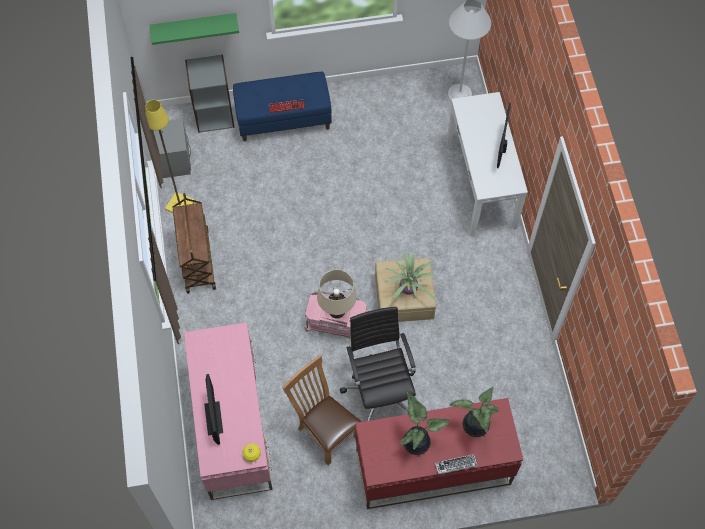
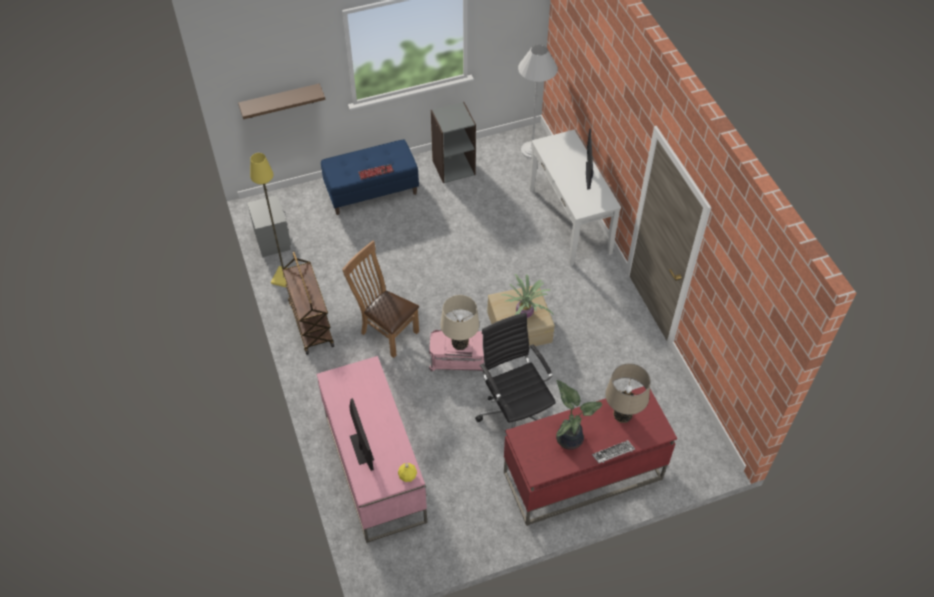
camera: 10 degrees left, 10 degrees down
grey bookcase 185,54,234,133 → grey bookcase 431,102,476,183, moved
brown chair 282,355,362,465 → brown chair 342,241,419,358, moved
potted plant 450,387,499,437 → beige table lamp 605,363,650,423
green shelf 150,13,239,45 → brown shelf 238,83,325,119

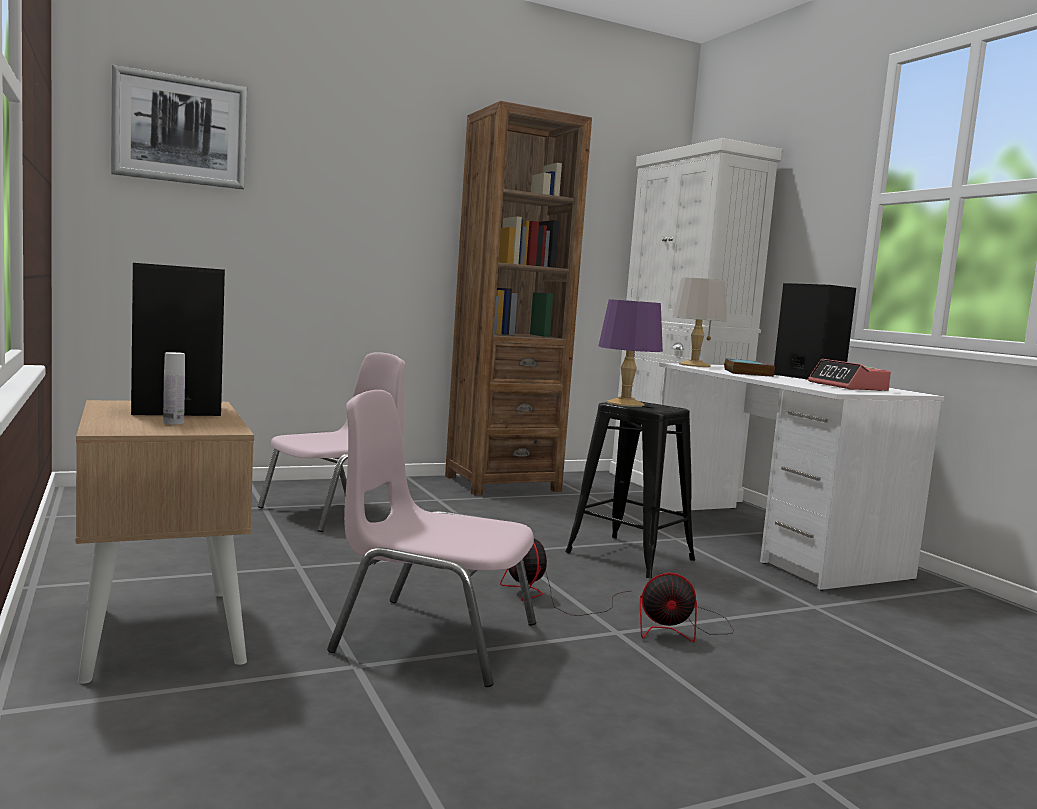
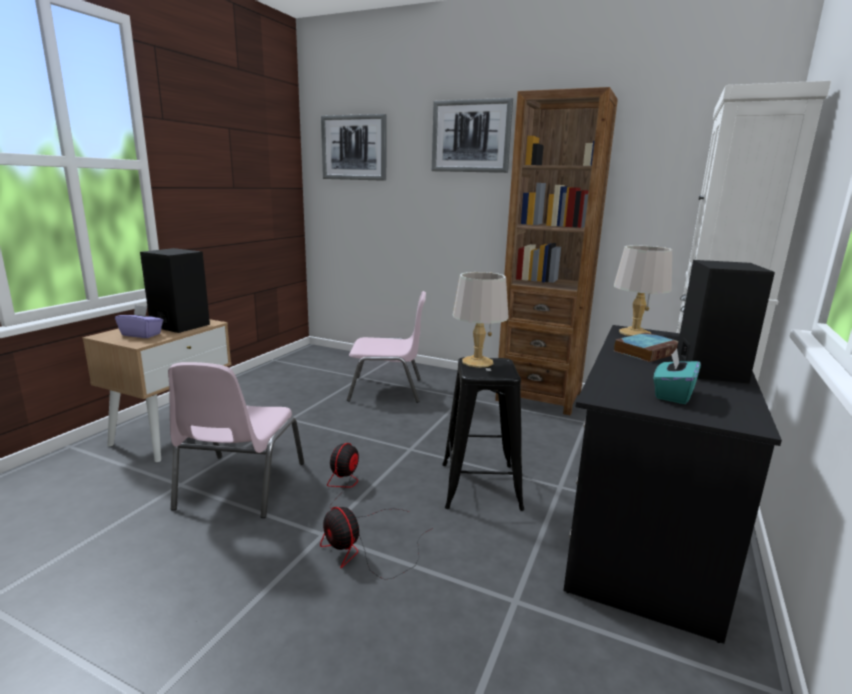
camera: 50 degrees right, 10 degrees up
- → picture 432,98,513,173
white bottle 163,352,185,424 → purple tissue box 115,305,163,338
alarm clock 808,359,891,391 → turquoise tissue box 653,348,701,404
purple table lamp 599,299,663,407 → grey table lamp 453,272,509,368
white desk 659,363,944,591 → black desk 563,325,782,644
pink chair 327,390,536,687 → pink chair 168,362,304,518, 150 degrees counterclockwise

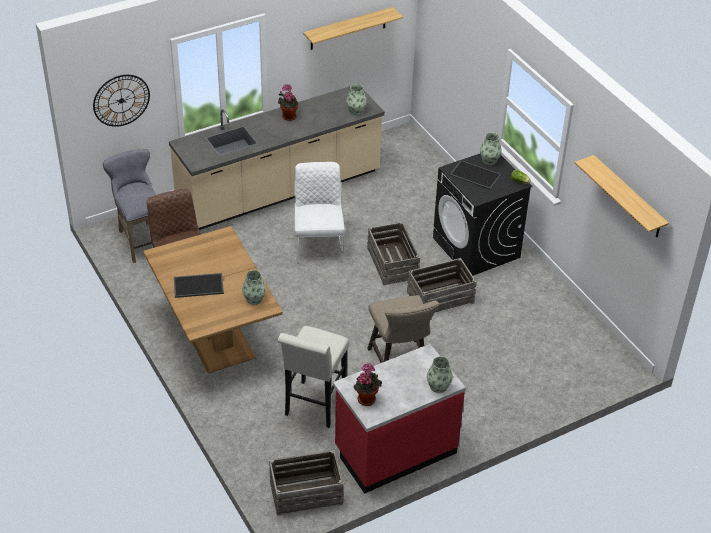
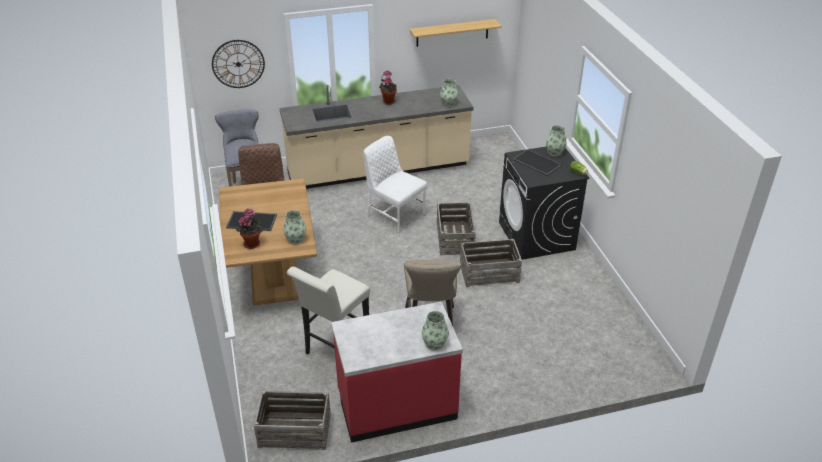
camera: 15 degrees right, 5 degrees down
shelf 575,155,669,237 → -
potted plant 353,363,382,406 → potted plant 236,208,263,249, moved
white chair 294,162,345,263 → white chair 363,136,427,234, 60 degrees counterclockwise

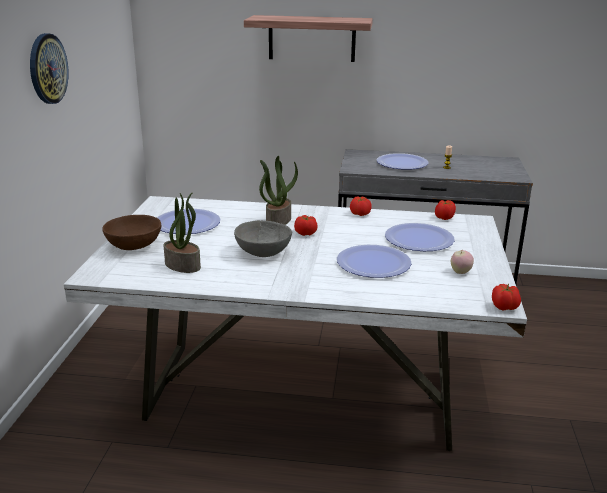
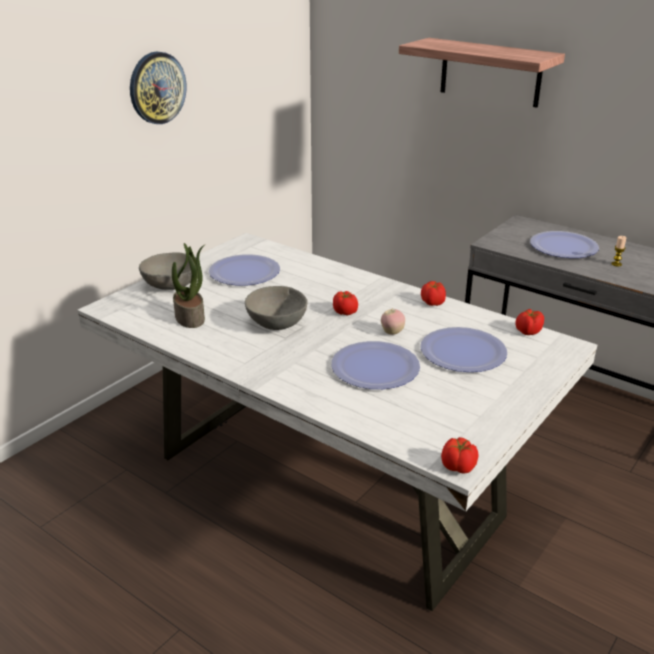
camera: 30 degrees right, 5 degrees up
potted plant 259,156,298,225 → -
apple 451,250,474,274 → apple 381,309,405,335, moved
brown bowl 102,215,161,250 → grey bowl 139,252,196,290

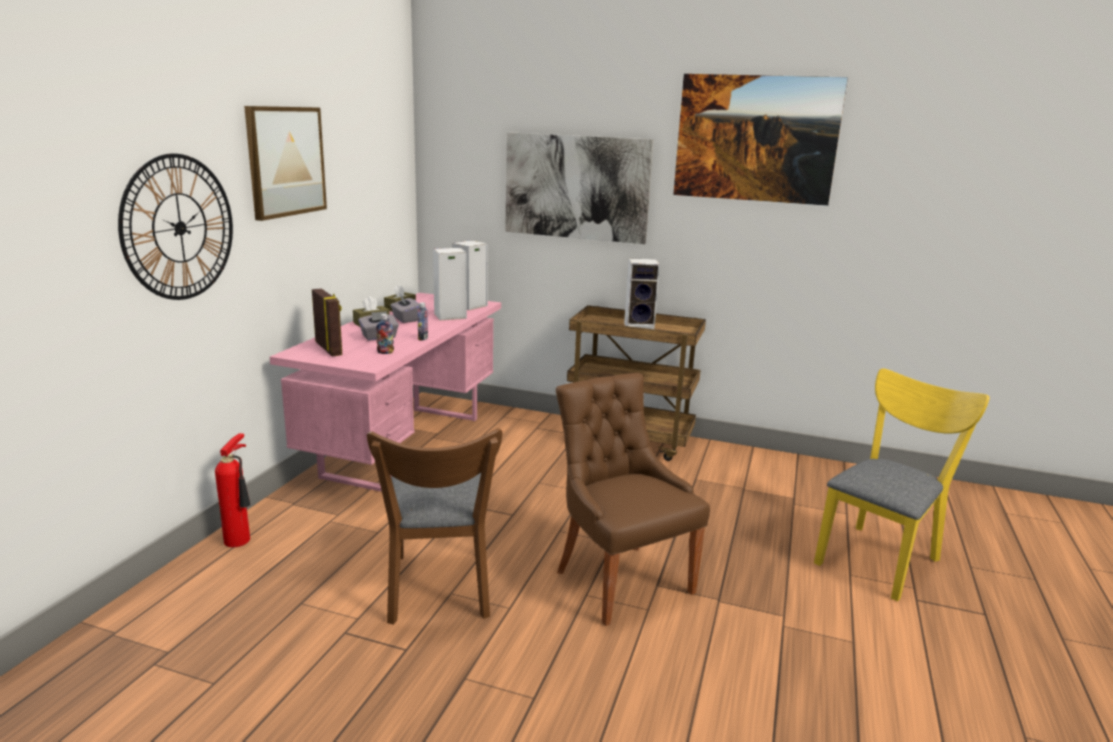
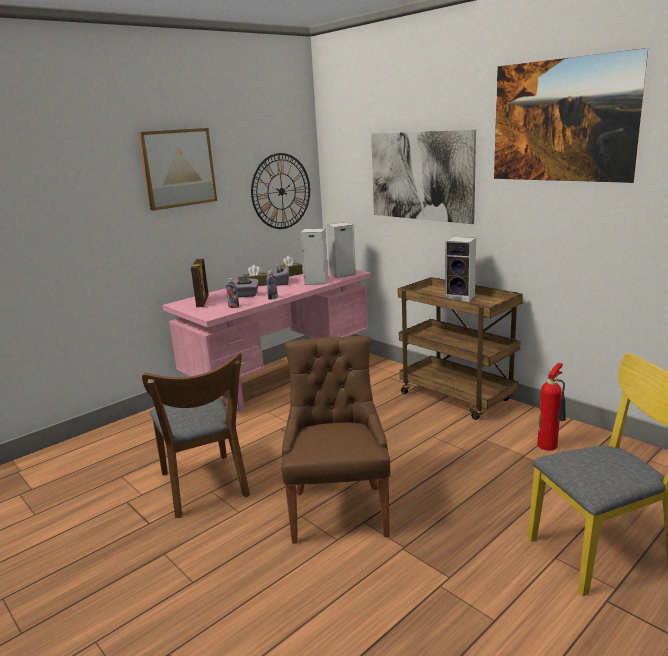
camera: 30 degrees right, 0 degrees up
wall clock 118,154,233,300 → wall clock 251,153,310,229, moved
fire extinguisher 215,433,250,547 → fire extinguisher 537,363,566,451, moved
brown chair 367,428,502,625 → brown chair 142,353,250,518, 45 degrees counterclockwise

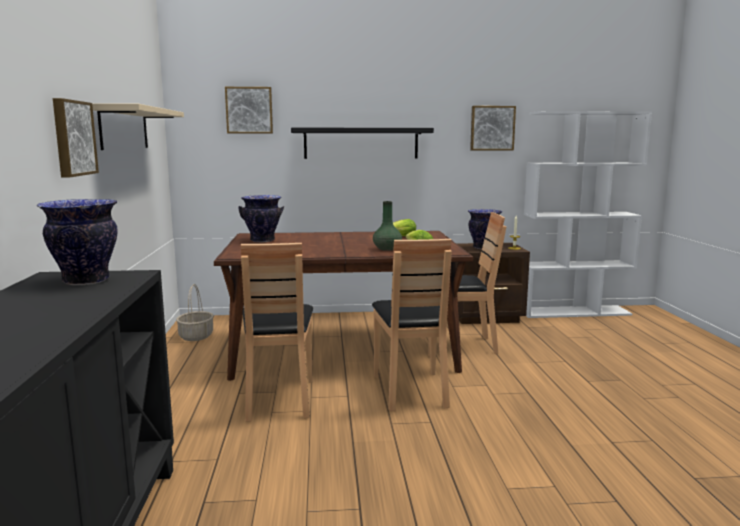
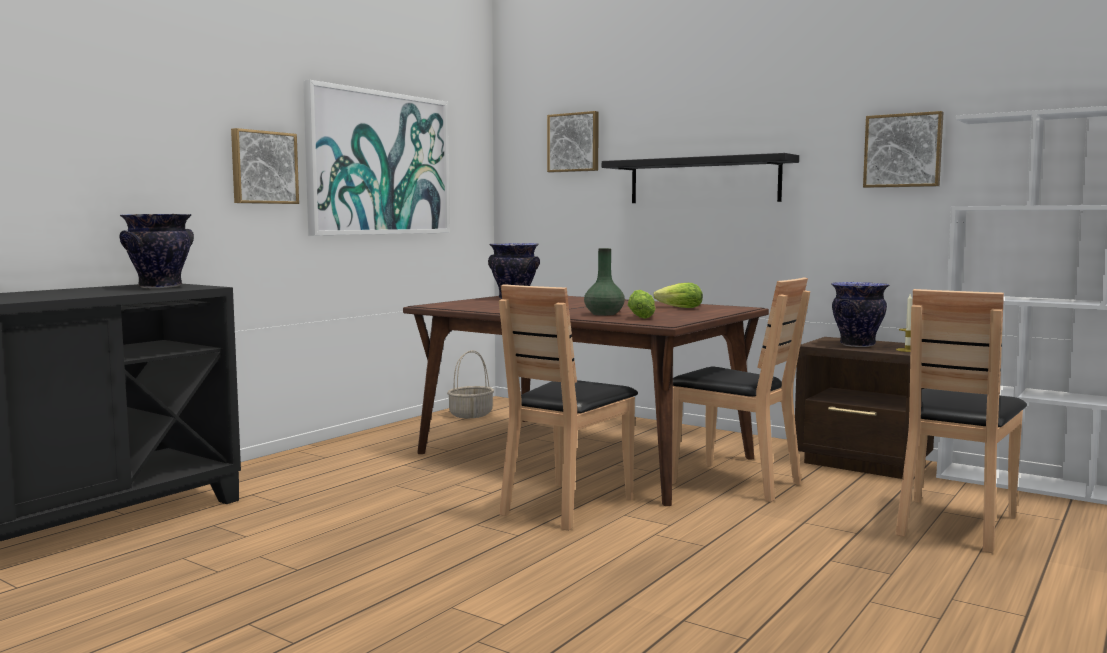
camera: 40 degrees right, 5 degrees down
brown chair 241,243,313,422 → brown chair 895,289,1027,553, moved
beige shelf 92,103,184,150 → picture 303,80,450,235

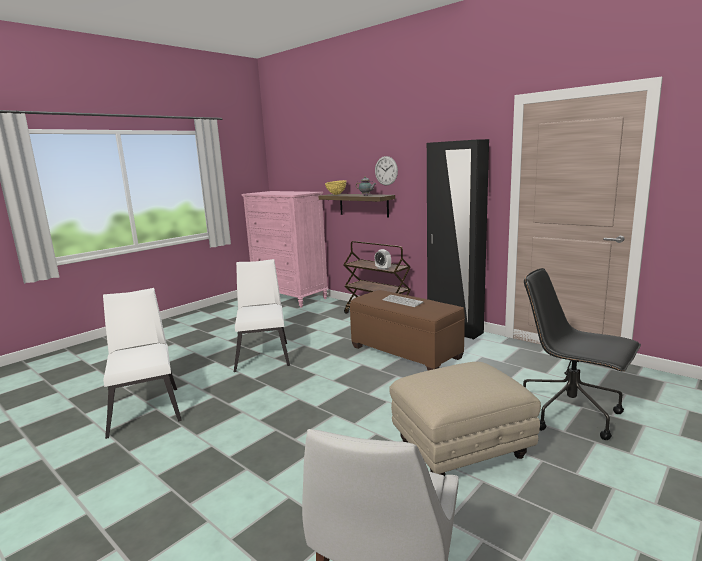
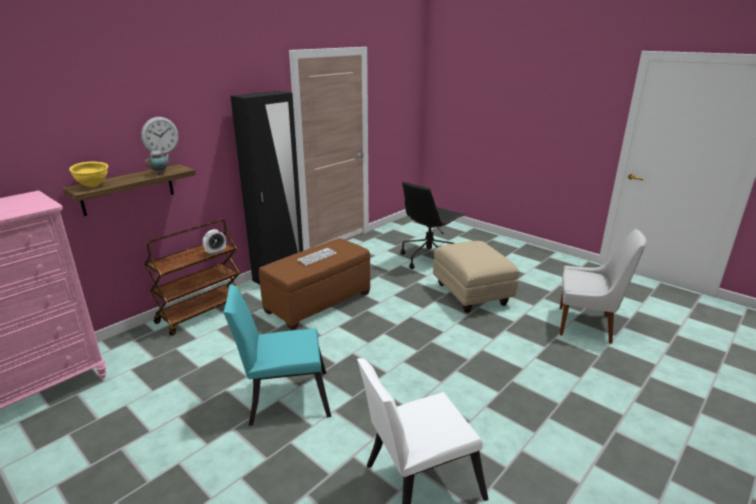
camera: 90 degrees left, 10 degrees up
white chair 234,259,290,372 → turquoise chair 223,285,331,426

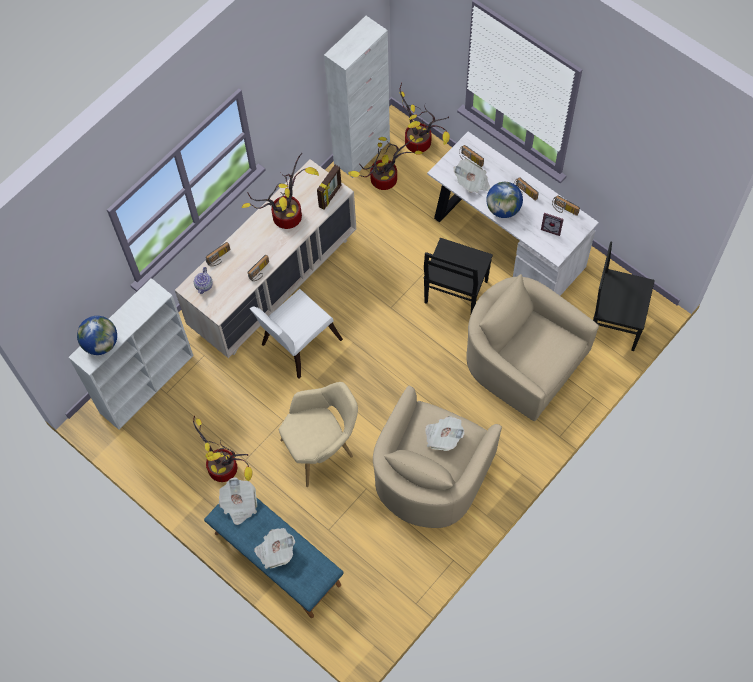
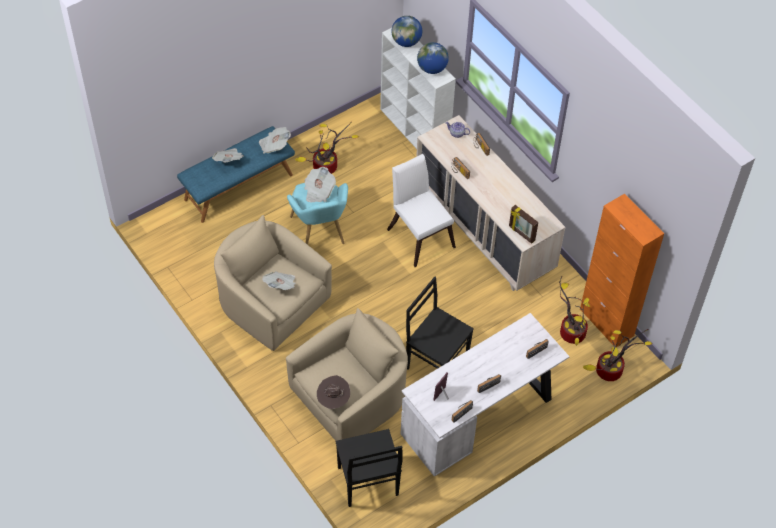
camera: 100 degrees right, 10 degrees down
potted plant 241,153,319,229 → -
- → brown hat 317,375,350,409
newspaper 454,159,490,193 → newspaper 304,167,336,202, moved
globe 486,182,523,218 → globe 417,42,449,74, moved
beige armchair 279,382,358,487 → turquoise armchair 287,183,348,245
white cabinet 324,16,390,178 → orange cabinet 580,194,664,347
black chair 593,242,655,351 → black chair 335,429,403,507, 135 degrees clockwise

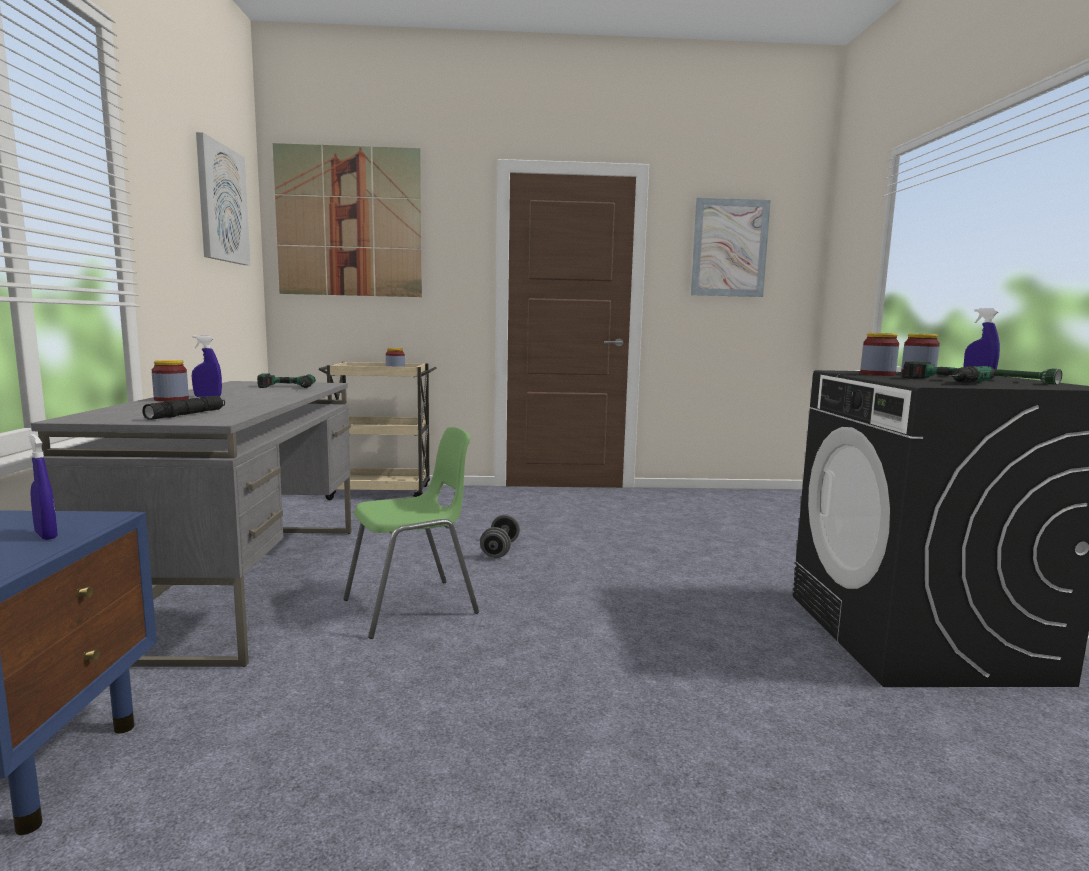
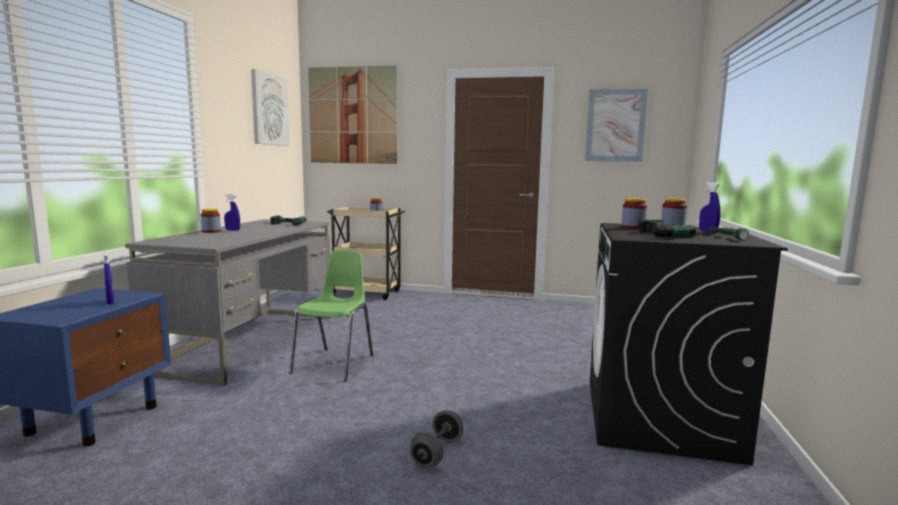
camera: 15 degrees right, 0 degrees up
black flashlight 142,395,225,420 → -
grey dumbbell 480,515,520,558 → grey dumbbell 410,410,463,467, moved
green chair 343,427,479,639 → green chair 289,250,373,381, 60 degrees counterclockwise

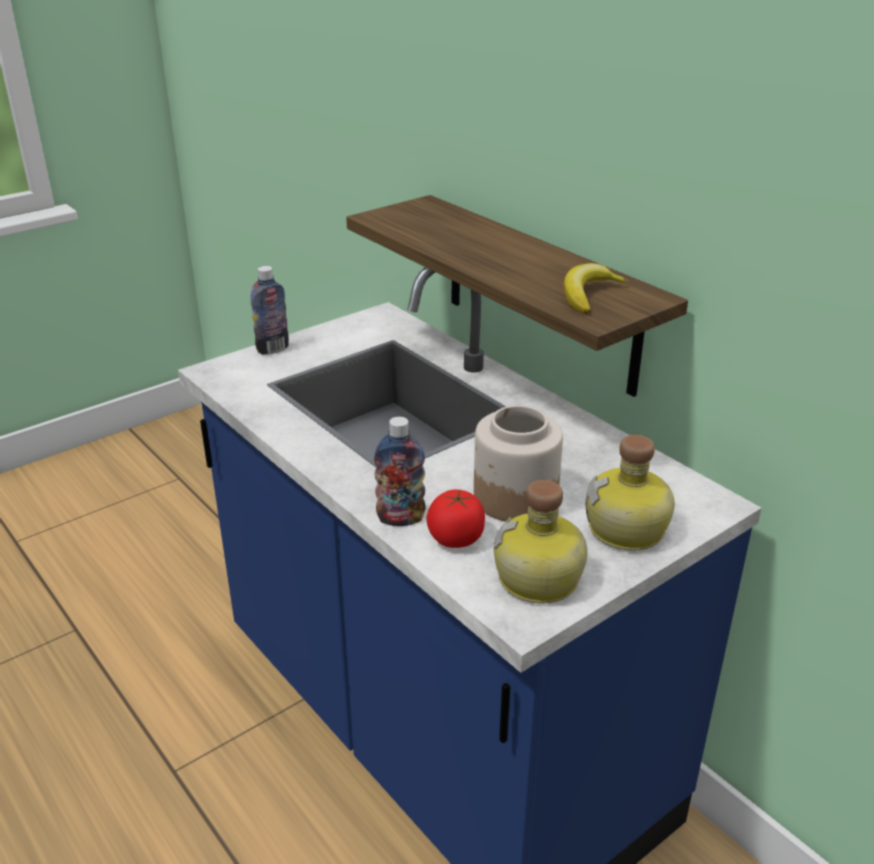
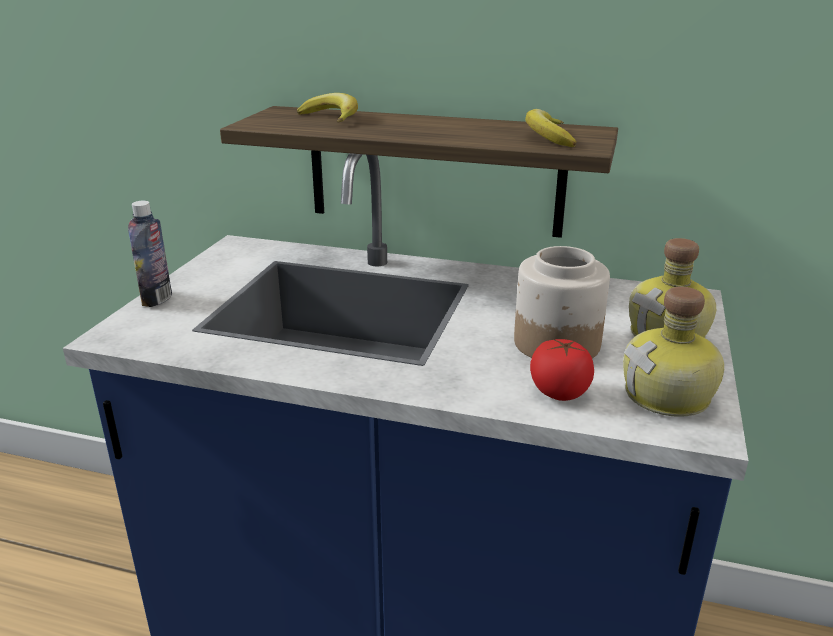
camera: 35 degrees left, 5 degrees down
bottle 374,417,426,526 → -
- → banana 297,93,358,123

